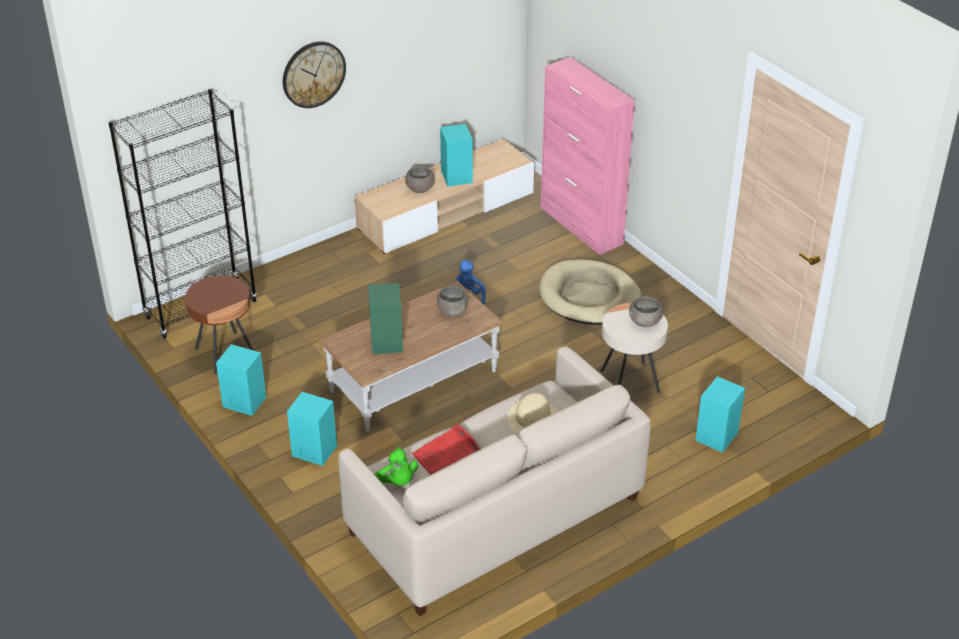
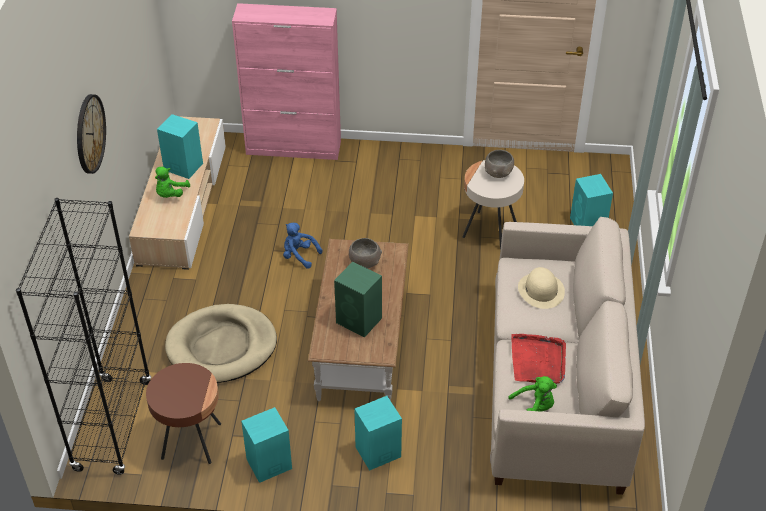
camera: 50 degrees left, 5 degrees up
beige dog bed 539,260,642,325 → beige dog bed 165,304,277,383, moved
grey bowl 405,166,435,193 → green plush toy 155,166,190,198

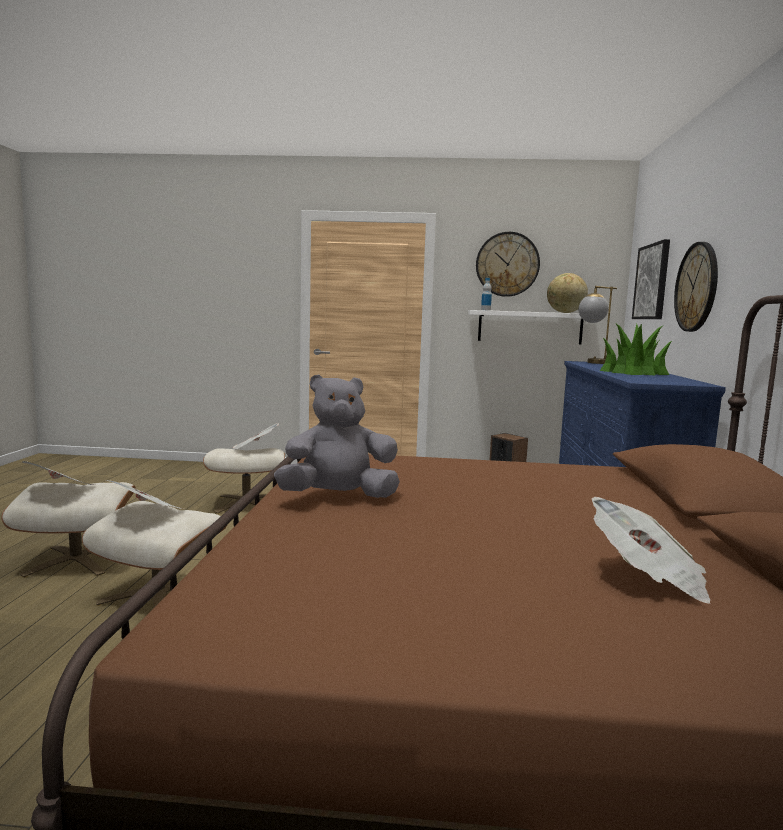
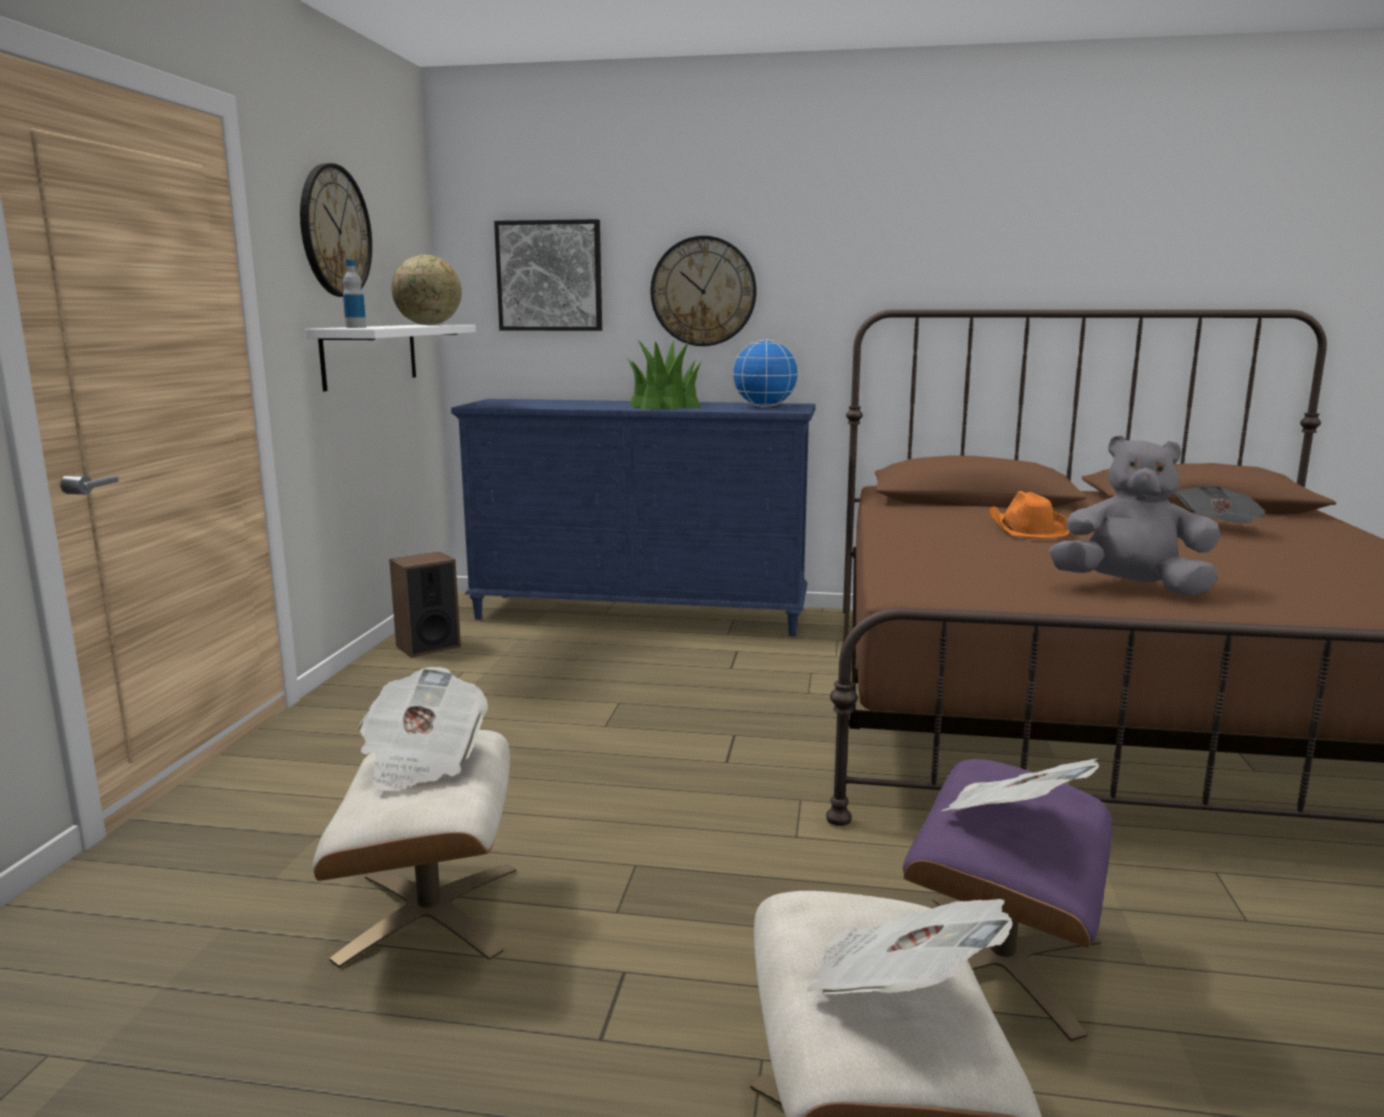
camera: 85 degrees left, 5 degrees up
table lamp 578,286,617,364 → -
- → globe 732,340,799,407
- → orange hat 989,491,1069,539
beige ottoman 82,501,227,607 → purple ottoman 903,759,1112,1042
grey plush toy 274,375,400,498 → grey plush toy 1049,435,1220,595, 120 degrees clockwise

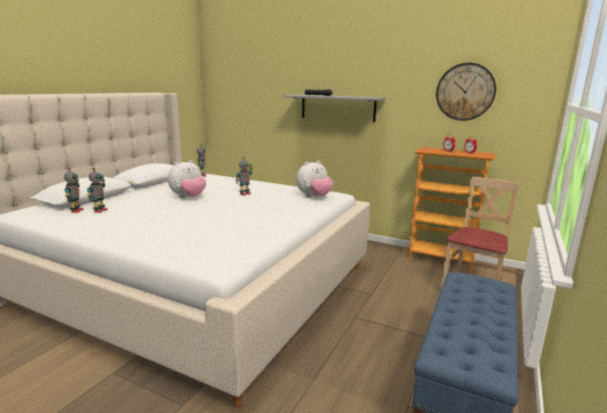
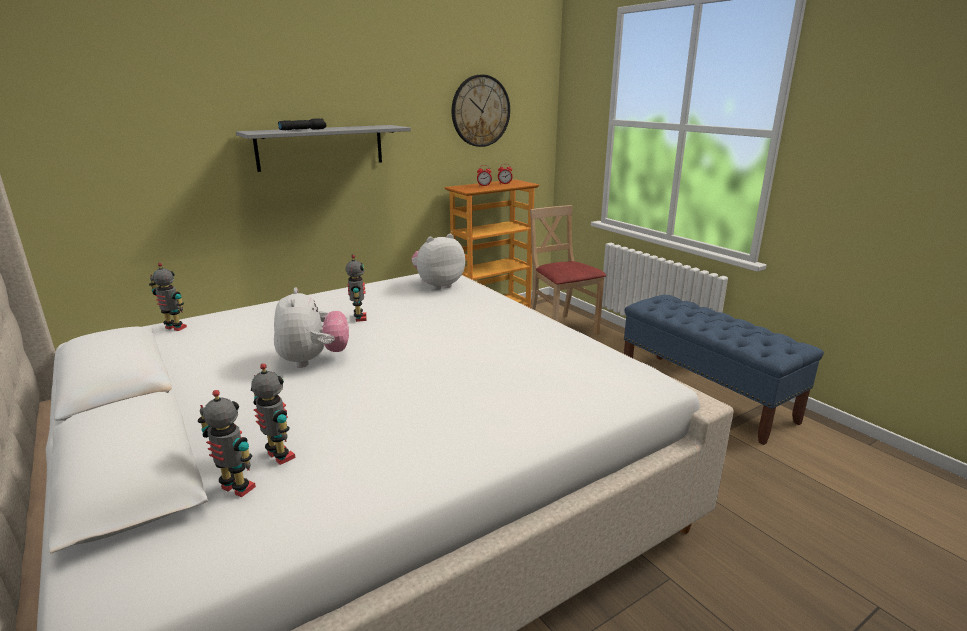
camera: 60 degrees left, 5 degrees up
plush toy 296,161,333,197 → plush toy 412,234,465,290, 120 degrees counterclockwise

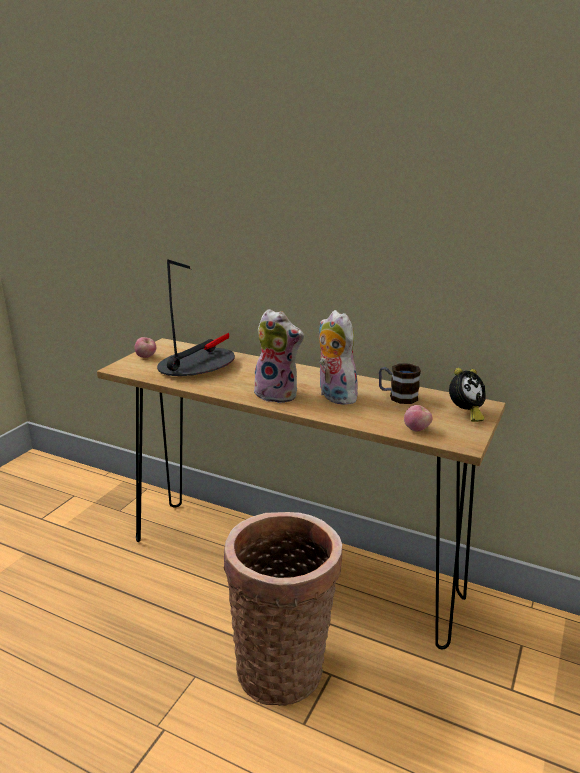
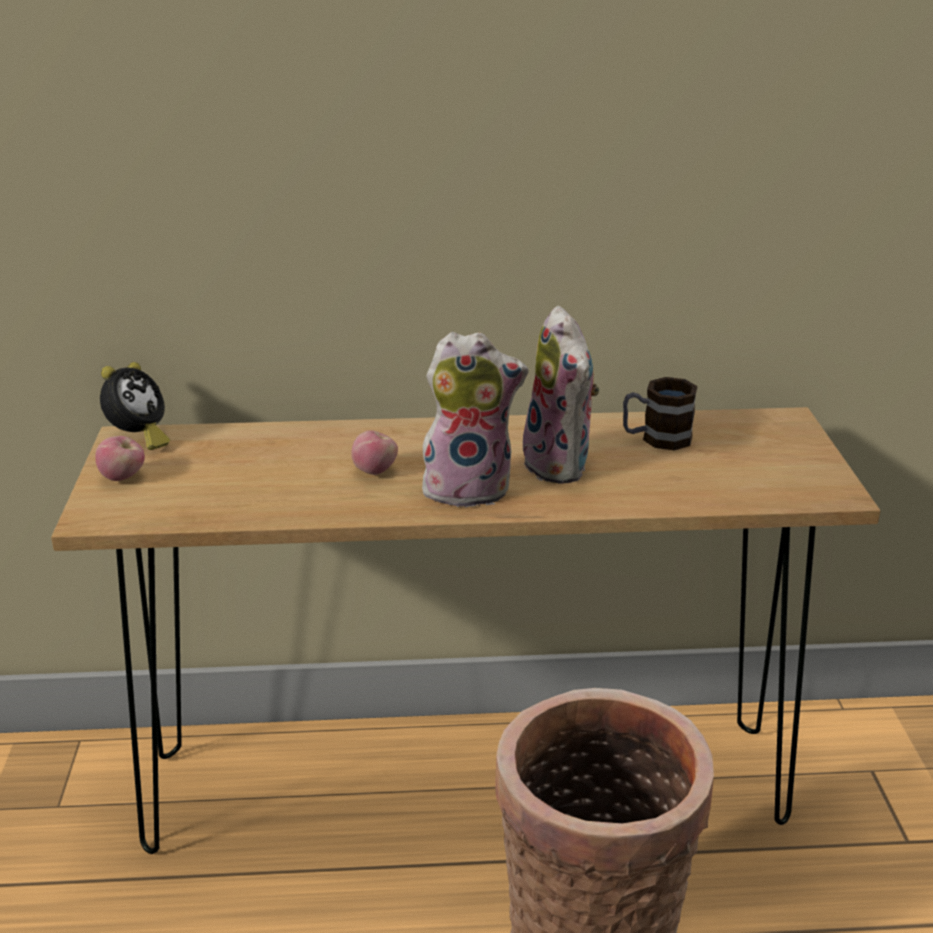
camera: 30 degrees left, 5 degrees up
table lamp 157,259,235,376 → -
apple 404,405,433,432 → apple 351,430,398,475, moved
alarm clock 449,368,486,422 → alarm clock 100,362,170,450, moved
plush toy 319,310,358,405 → plush toy 522,306,600,484, 135 degrees counterclockwise

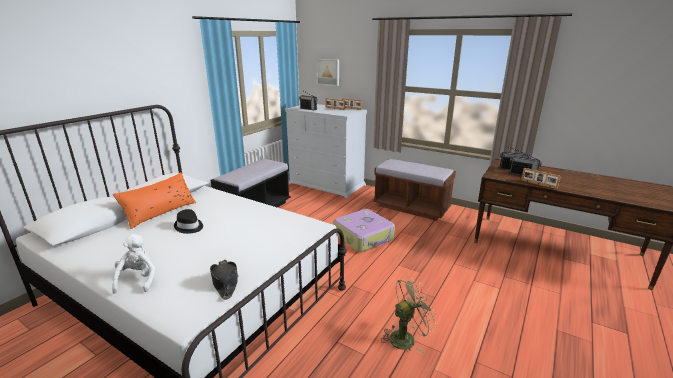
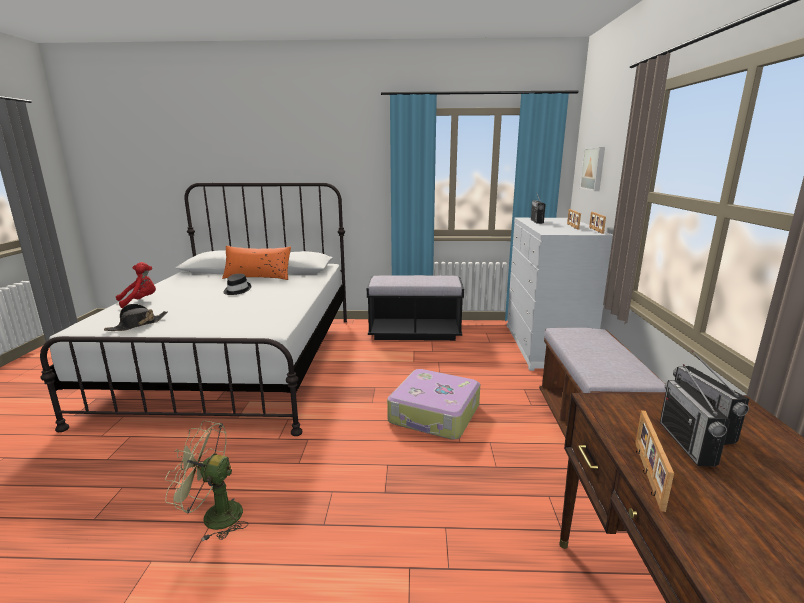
camera: 60 degrees right, 5 degrees down
white plush toy 112,234,155,294 → red plush toy 116,262,156,308
green fan 381,277,438,353 → green fan 165,421,248,542, 150 degrees clockwise

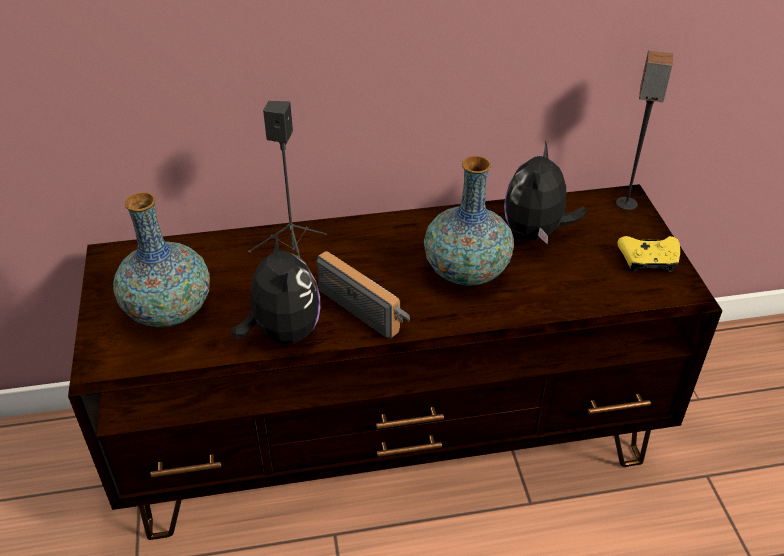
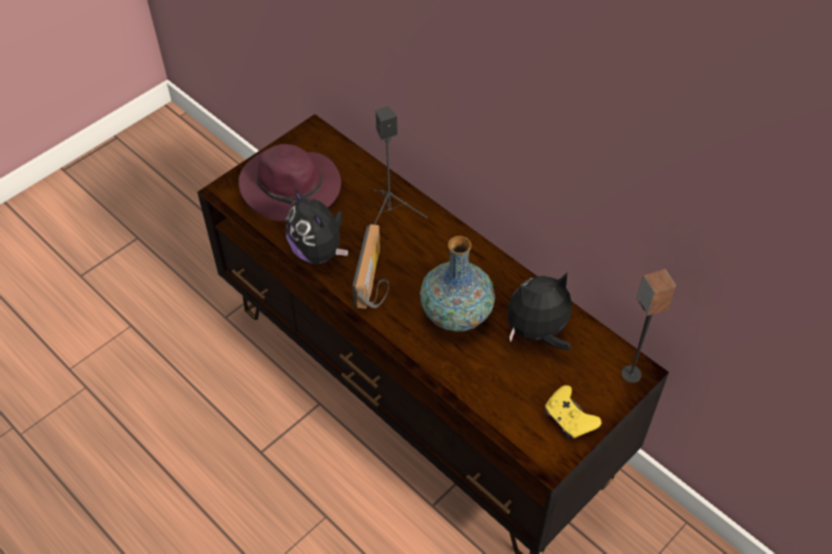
camera: 55 degrees right, 10 degrees up
vase 113,192,210,327 → purple hat 239,144,341,221
plush toy 231,232,320,344 → plush toy 286,188,348,264, 105 degrees clockwise

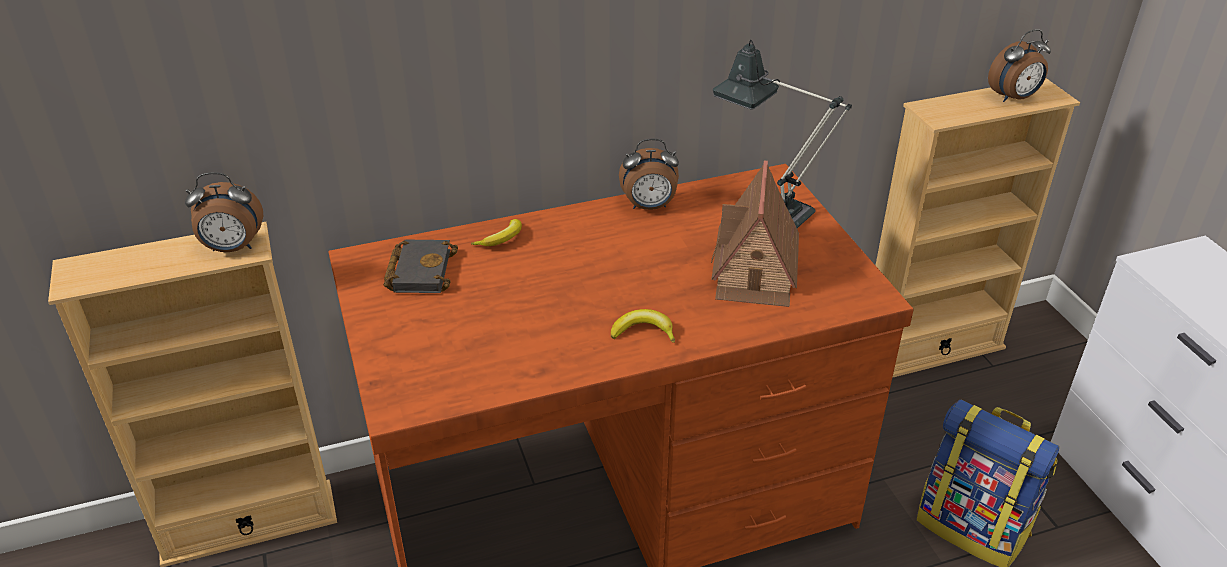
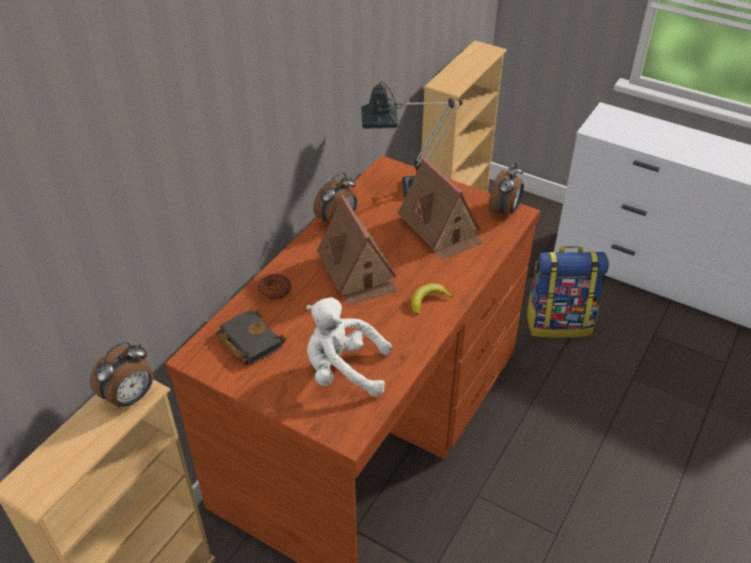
camera: 40 degrees left, 5 degrees up
- → white plush toy 306,298,392,397
- → toy house 317,195,398,305
alarm clock 988,29,1051,102 → alarm clock 489,161,524,218, moved
banana 471,219,522,246 → donut 258,274,291,300

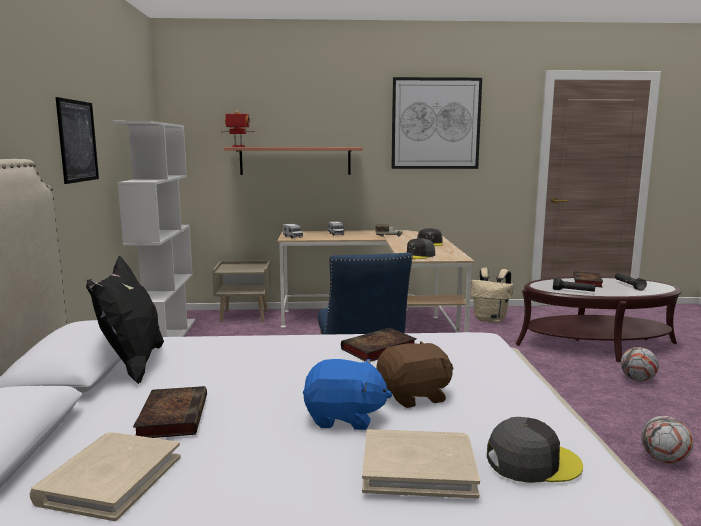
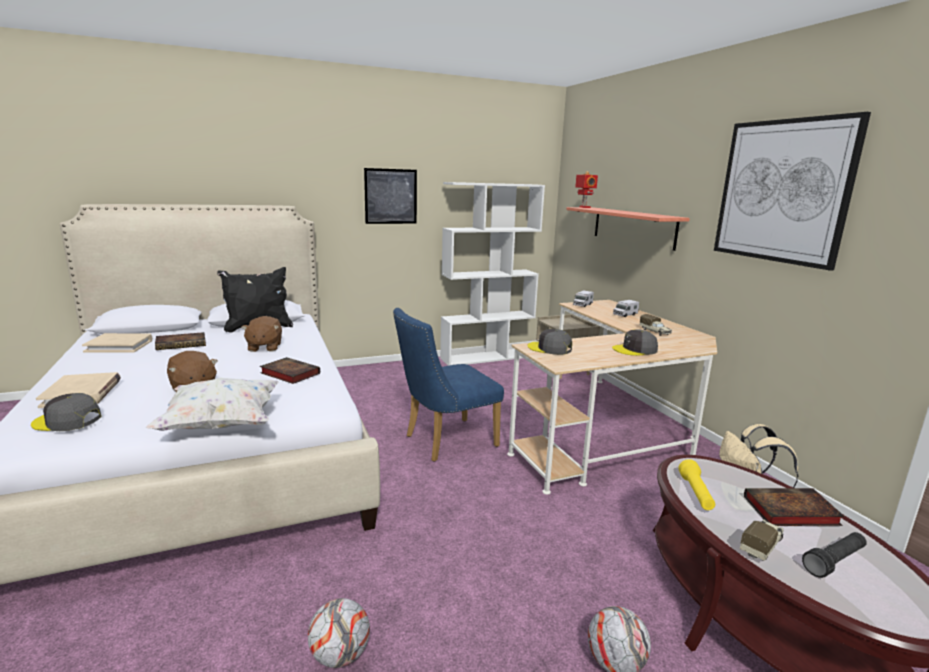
camera: 70 degrees right, 5 degrees up
blue plush toy 303,359,392,430 → -
- → white pillow 146,378,279,431
- → brown plush toy 242,316,282,352
- → toy truck 740,519,784,561
black flashlight 553,278,595,292 → yellow flashlight 678,459,715,510
grey cap 487,417,583,483 → grey cap 31,393,102,431, 120 degrees clockwise

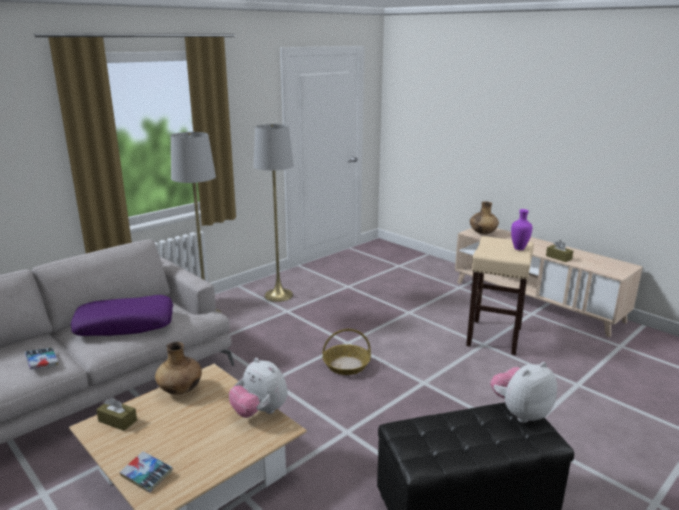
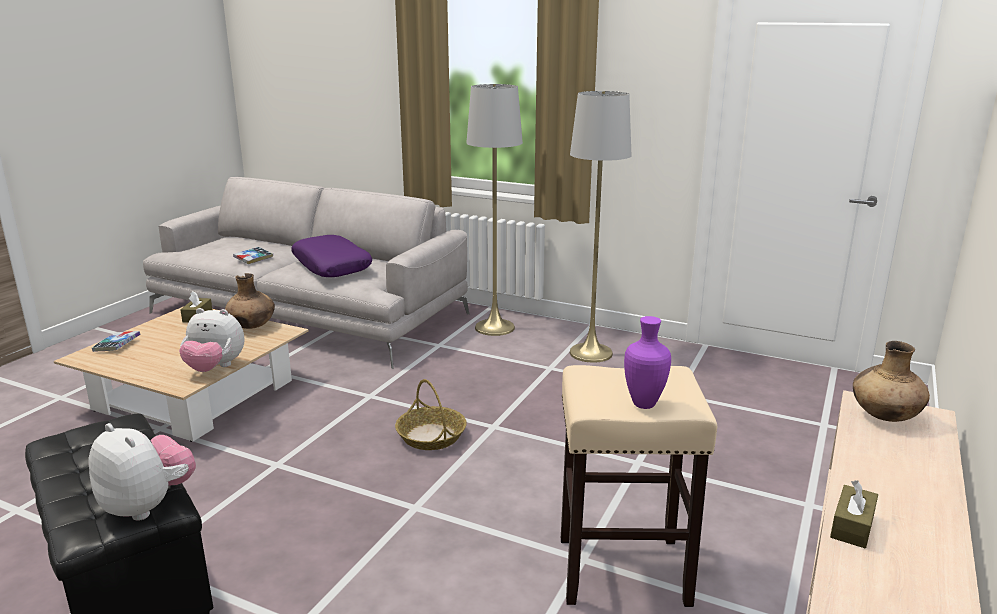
camera: 70 degrees right, 0 degrees up
plush toy 229,358,288,418 → plush toy 179,308,245,372, 105 degrees counterclockwise

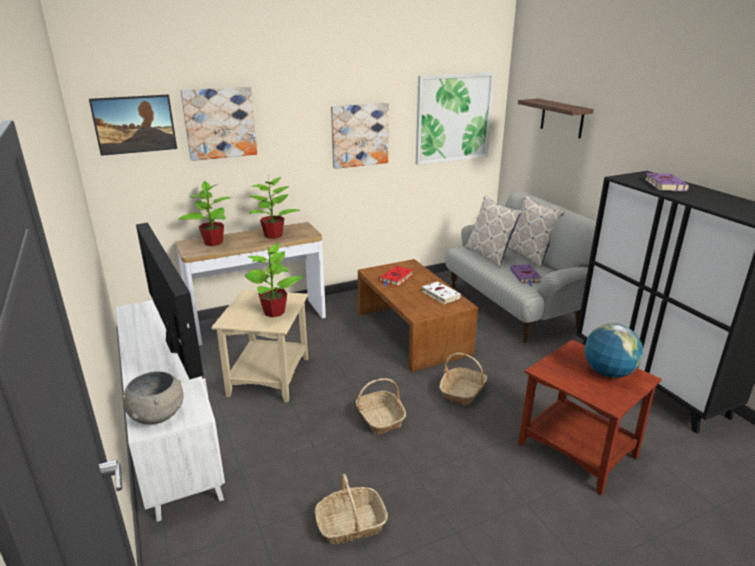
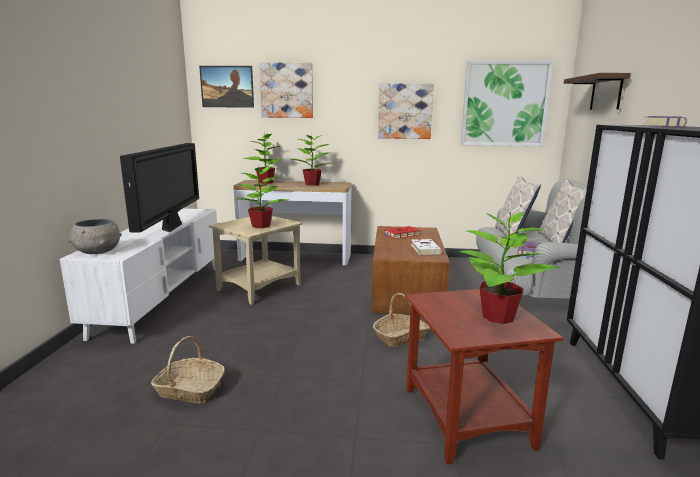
camera: 30 degrees right, 10 degrees down
basket 356,378,406,435 → -
globe 584,323,643,378 → potted plant 459,211,559,324

